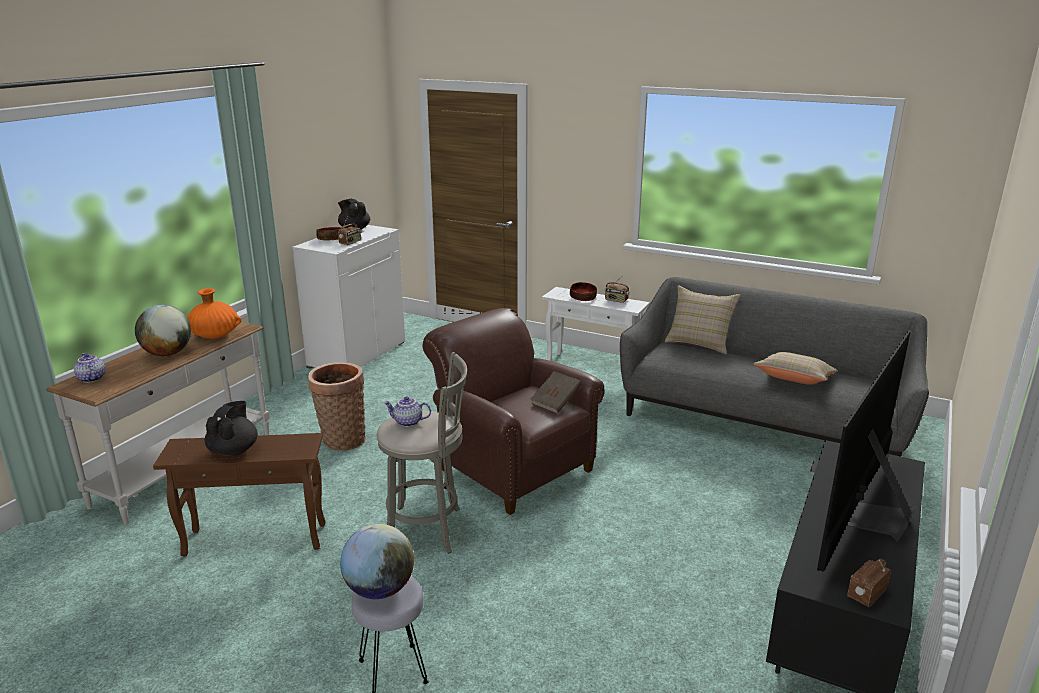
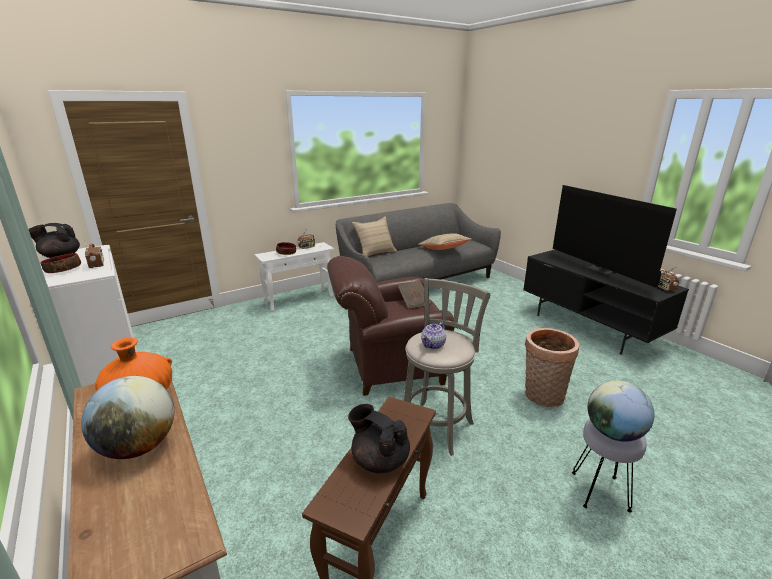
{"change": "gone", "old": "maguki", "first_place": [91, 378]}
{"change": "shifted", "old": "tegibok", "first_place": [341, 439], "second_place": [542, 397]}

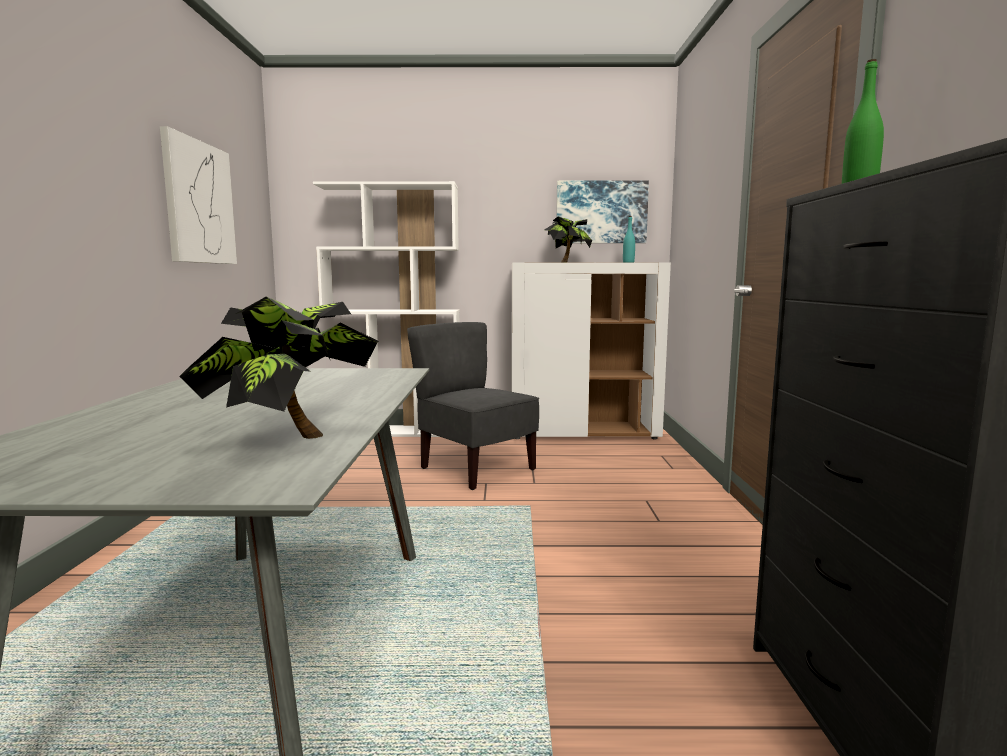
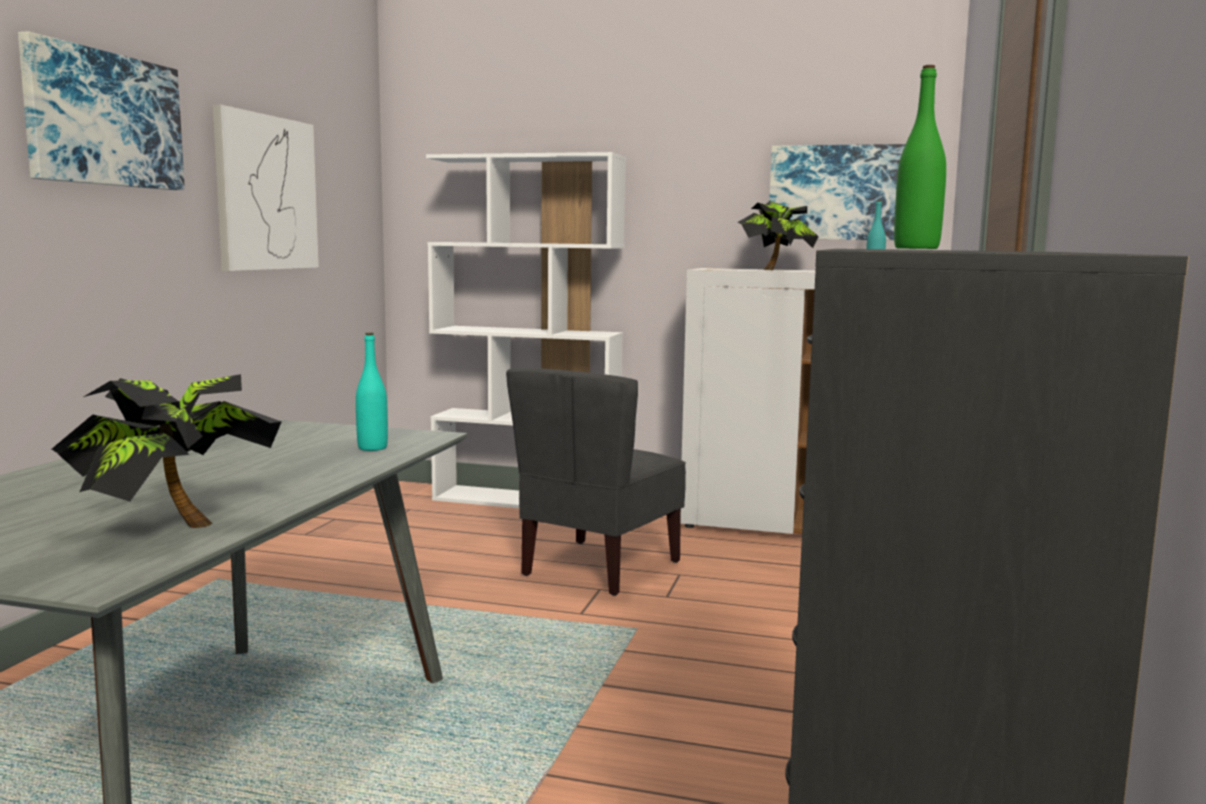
{"change": "new", "new": "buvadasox", "second_place": [104, 119]}
{"change": "new", "new": "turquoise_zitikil", "second_place": [372, 448]}
{"change": "rotated", "old": "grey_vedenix", "first_place": [475, 469], "second_place": [598, 568], "degrees": -120}

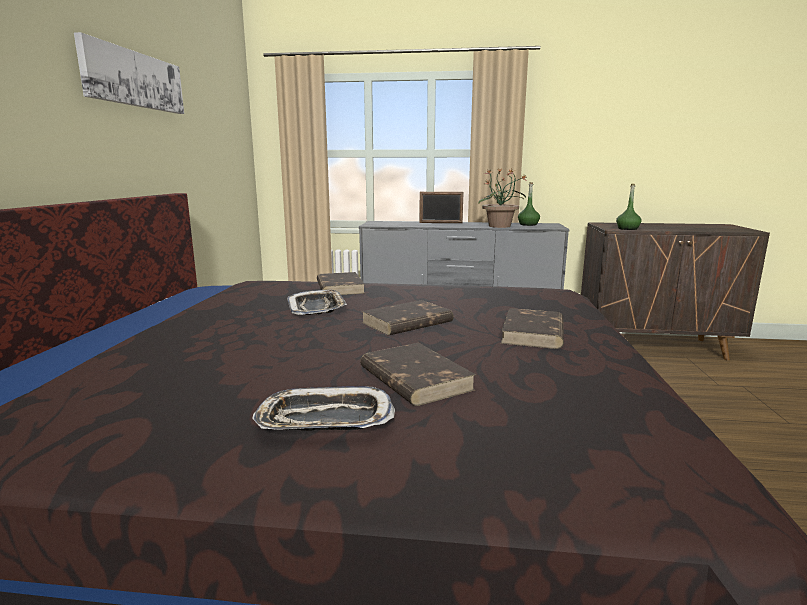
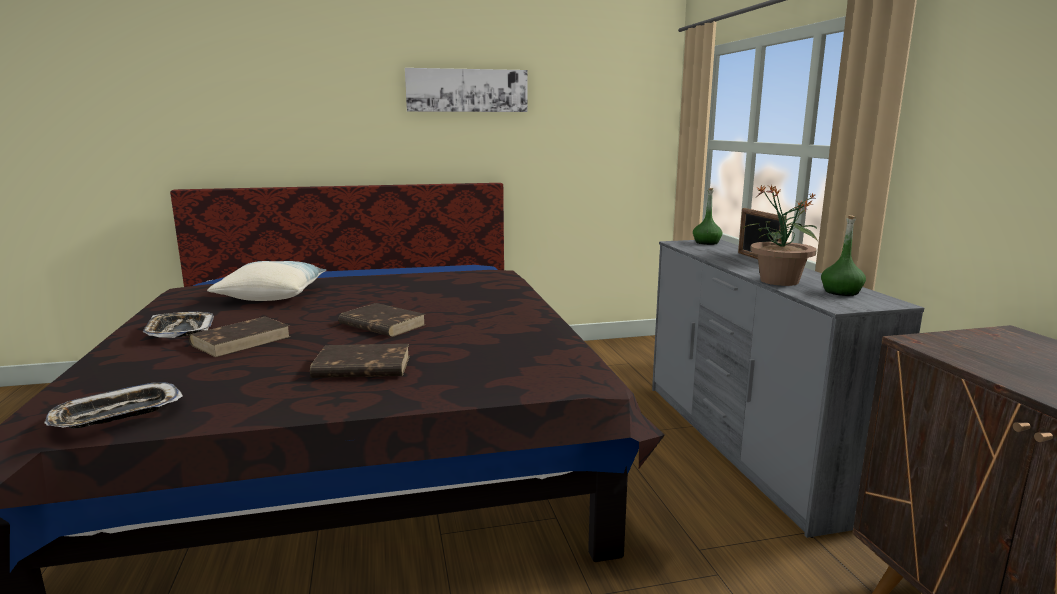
{"change": "gone", "old": "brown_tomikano", "first_place": [339, 287]}
{"change": "new", "new": "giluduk", "second_place": [272, 295]}
{"change": "shifted", "old": "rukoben", "first_place": [317, 308], "second_place": [116, 414]}
{"change": "shifted", "old": "green_zitikil", "first_place": [627, 229], "second_place": [706, 243]}

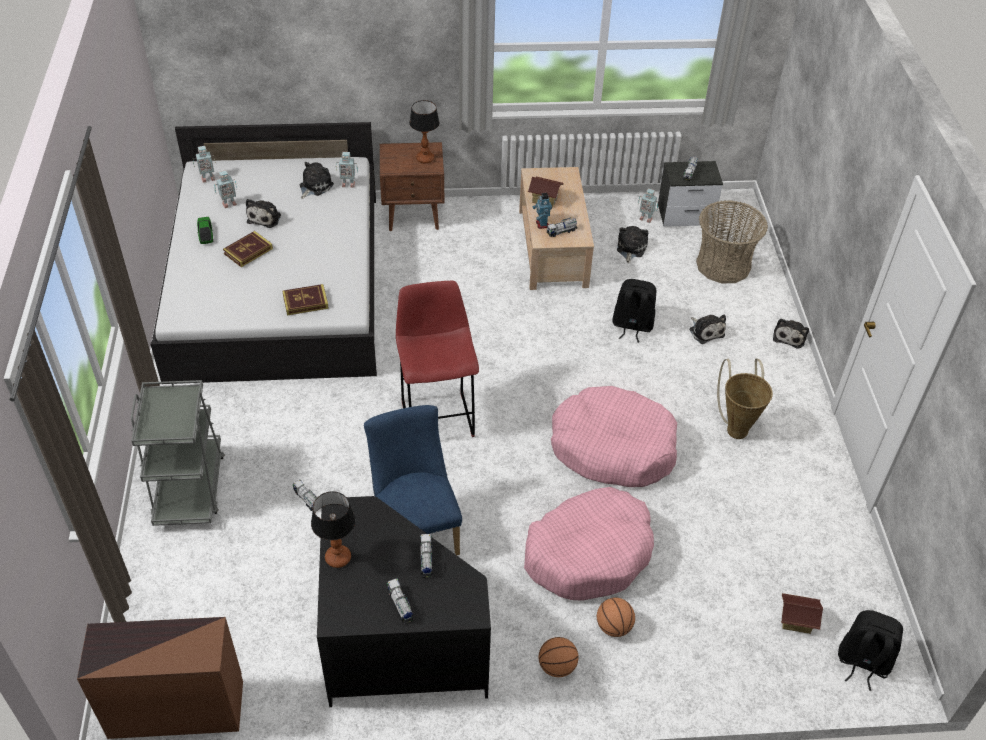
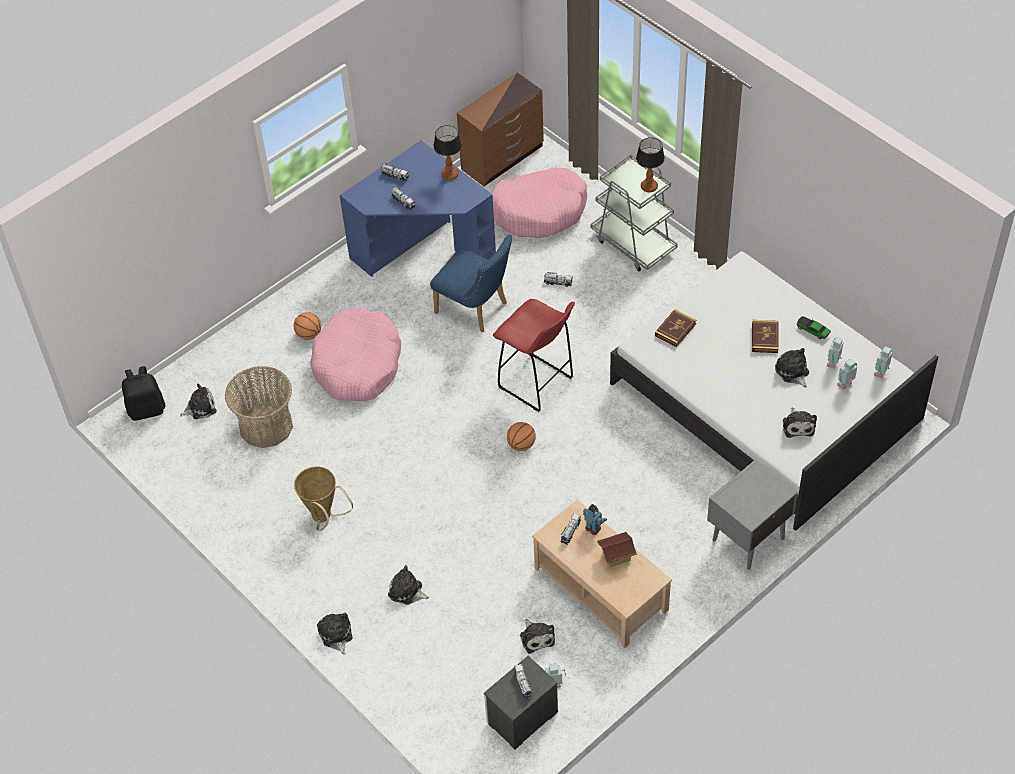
{"change": "gone", "old": "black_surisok", "first_place": [632, 326]}
{"change": "shifted", "old": "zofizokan", "first_place": [348, 184], "second_place": [845, 385]}
{"change": "shifted", "old": "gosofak", "first_place": [425, 158], "second_place": [649, 187]}
{"change": "shifted", "old": "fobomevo", "first_place": [557, 666], "second_place": [521, 445]}
{"change": "shifted", "old": "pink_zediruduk", "first_place": [612, 447], "second_place": [539, 211]}
{"change": "shifted", "old": "tegibok", "first_place": [723, 265], "second_place": [266, 426]}
{"change": "swapped", "old": "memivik", "new": "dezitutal", "first_place": [796, 622], "second_place": [200, 407]}
{"change": "repainted", "old": "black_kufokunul", "new": "blue_kufokunul", "first_place": [396, 645], "second_place": [422, 249]}
{"change": "repainted", "old": "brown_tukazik", "new": "grey_tukazik", "first_place": [414, 215], "second_place": [747, 539]}

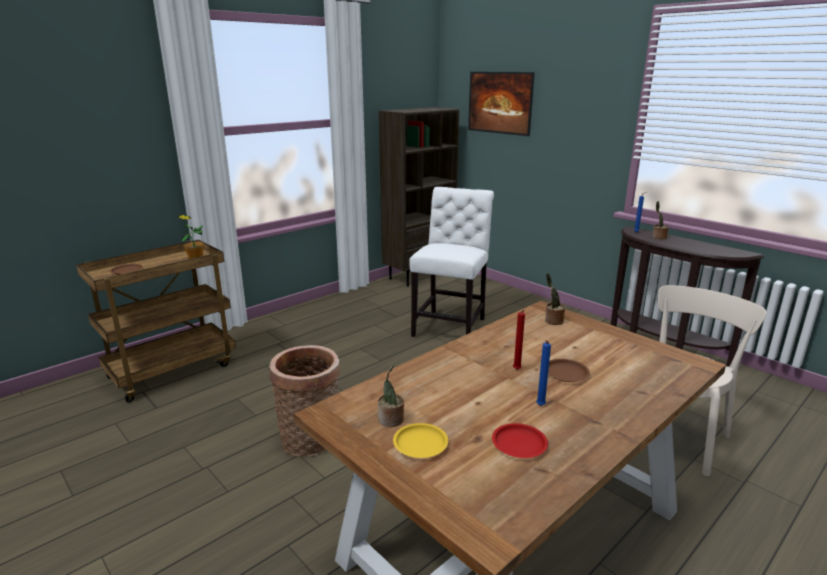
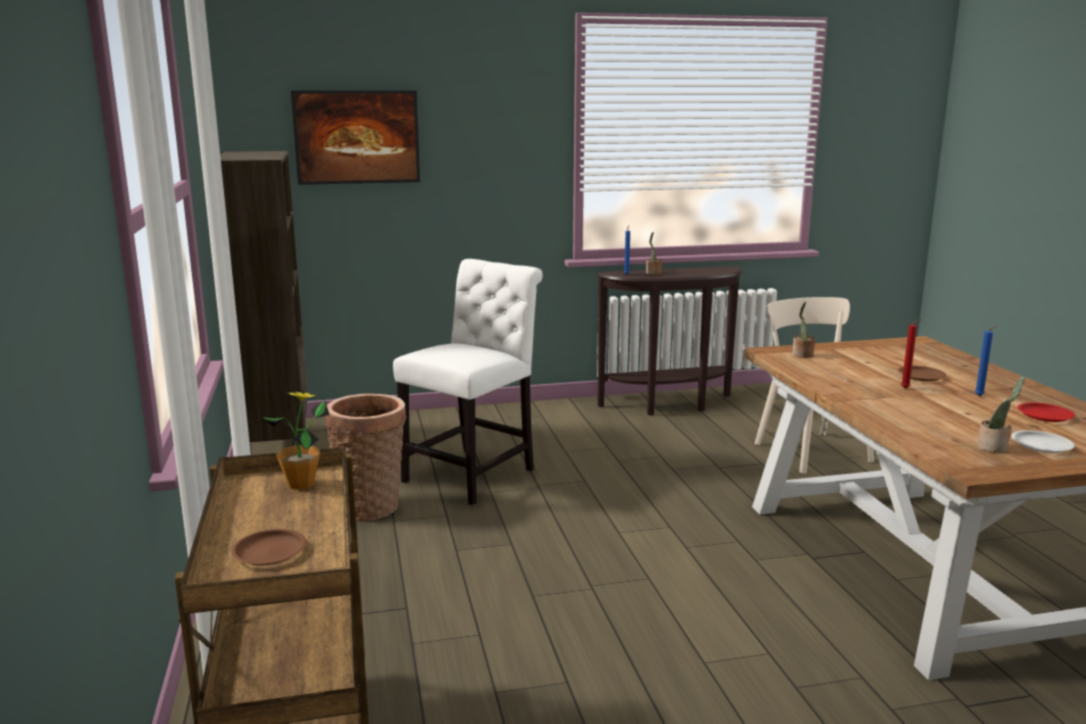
{"change": "shifted", "old": "tegibok", "first_place": [311, 441], "second_place": [371, 506]}
{"change": "repainted", "old": "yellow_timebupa", "new": "white_timebupa", "first_place": [421, 444], "second_place": [1041, 445]}
{"change": "rotated", "old": "white_vedenix", "first_place": [451, 326], "second_place": [474, 474], "degrees": 75}

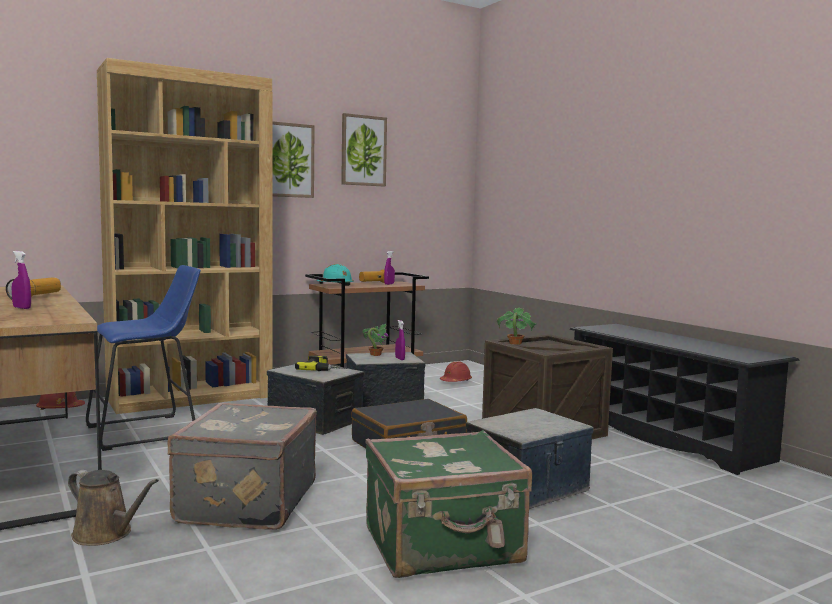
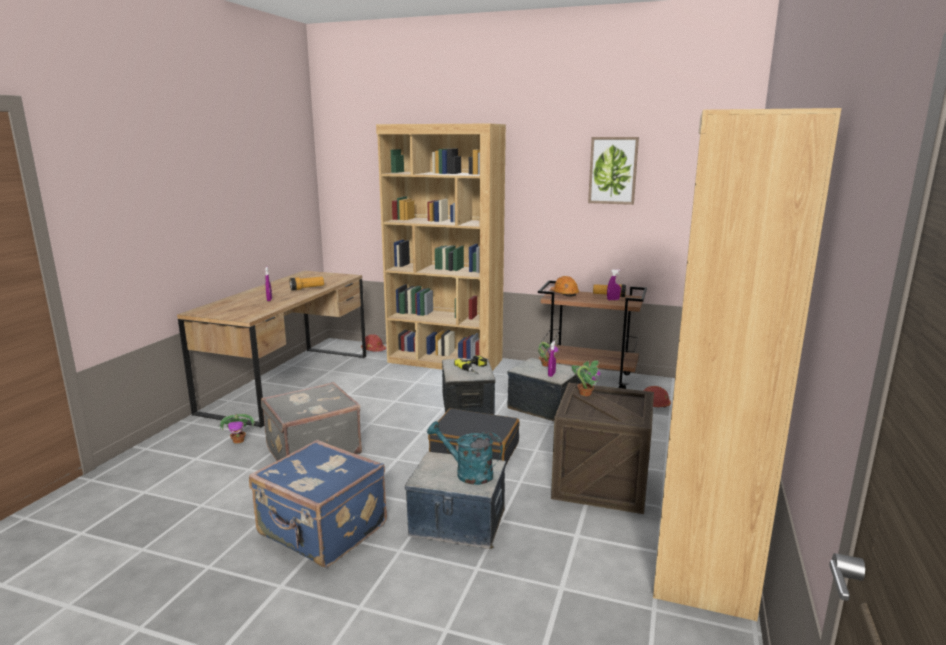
{"change": "gone", "old": "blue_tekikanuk", "first_place": [148, 431]}
{"change": "gone", "old": "buvadasox", "first_place": [289, 160]}
{"change": "new", "new": "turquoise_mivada", "second_place": [467, 473]}
{"change": "swapped", "old": "brown_mivada", "new": "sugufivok", "first_place": [106, 534], "second_place": [239, 441]}
{"change": "swapped", "old": "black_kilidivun", "new": "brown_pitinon", "first_place": [666, 436], "second_place": [702, 543]}
{"change": "repainted", "old": "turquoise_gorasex", "new": "orange_gorasex", "first_place": [335, 285], "second_place": [564, 293]}
{"change": "repainted", "old": "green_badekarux", "new": "blue_badekarux", "first_place": [443, 546], "second_place": [322, 531]}

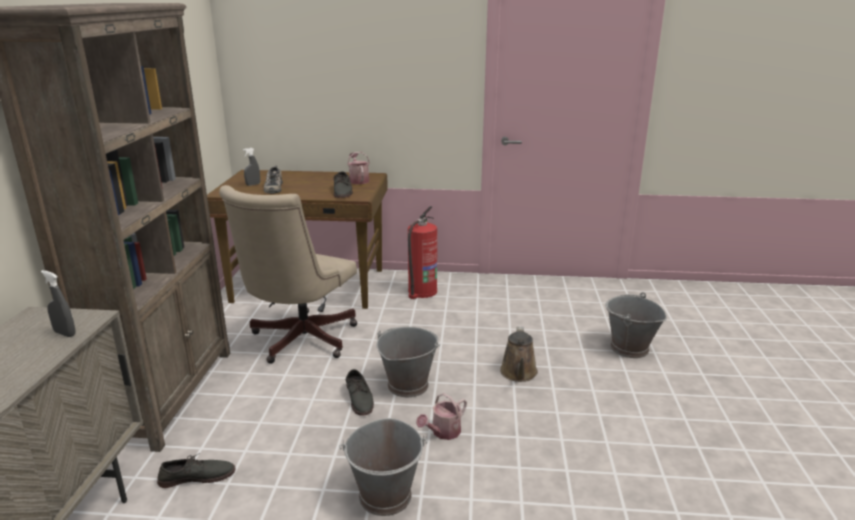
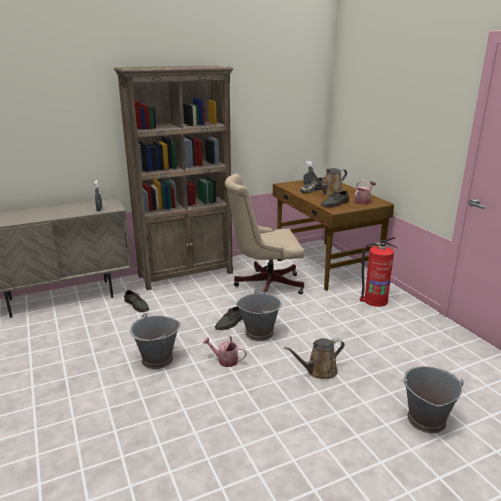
{"change": "new", "new": "brown_mivada", "second_place": [330, 193]}

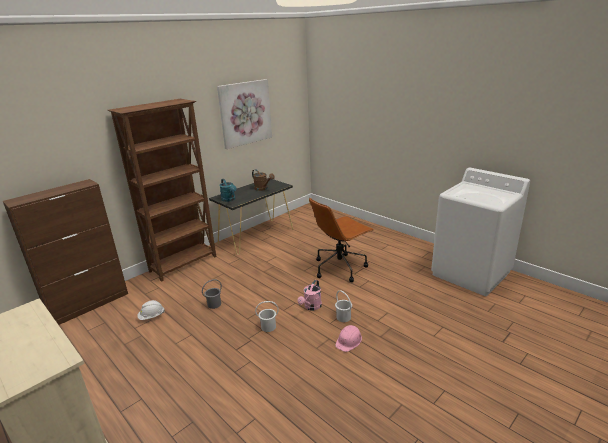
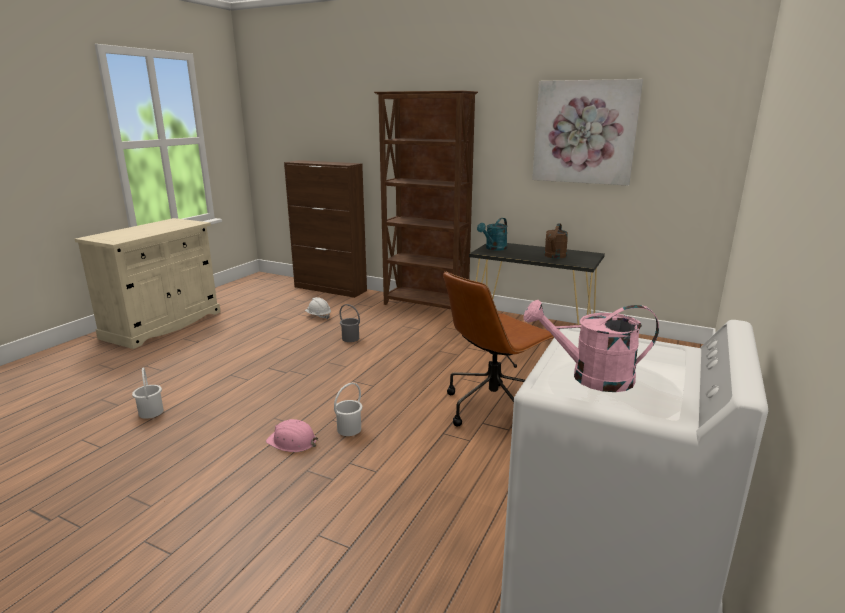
{"change": "shifted", "old": "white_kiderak", "first_place": [268, 327], "second_place": [150, 412]}
{"change": "shifted", "old": "pink_mivada", "first_place": [311, 307], "second_place": [590, 378]}
{"change": "rotated", "old": "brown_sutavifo", "first_place": [340, 267], "second_place": [493, 407], "degrees": -75}

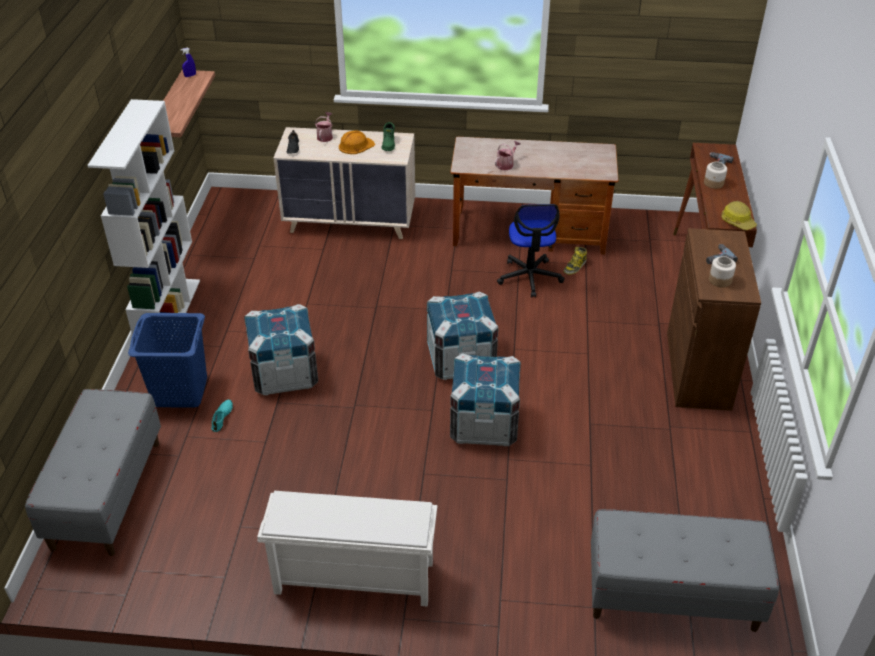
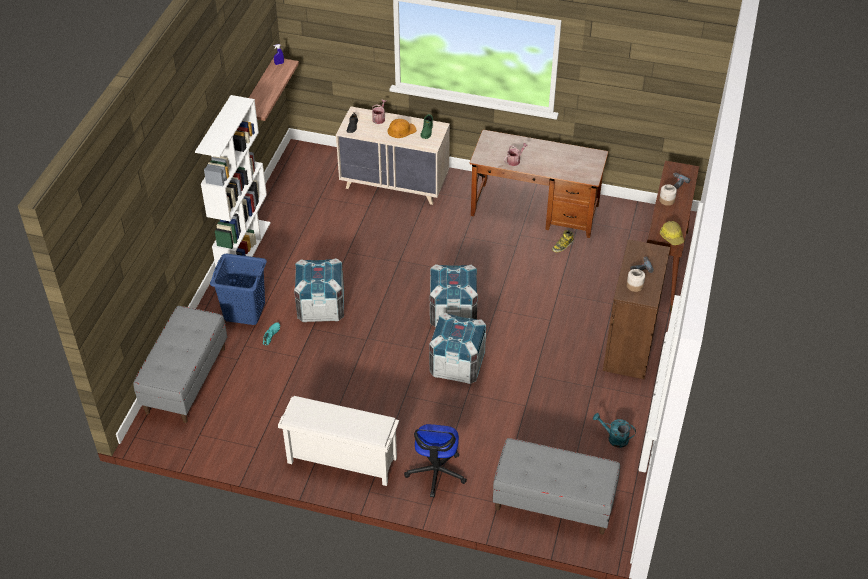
{"change": "new", "new": "turquoise_mivada", "second_place": [614, 438]}
{"change": "shifted", "old": "sutavifo", "first_place": [529, 277], "second_place": [436, 472]}

